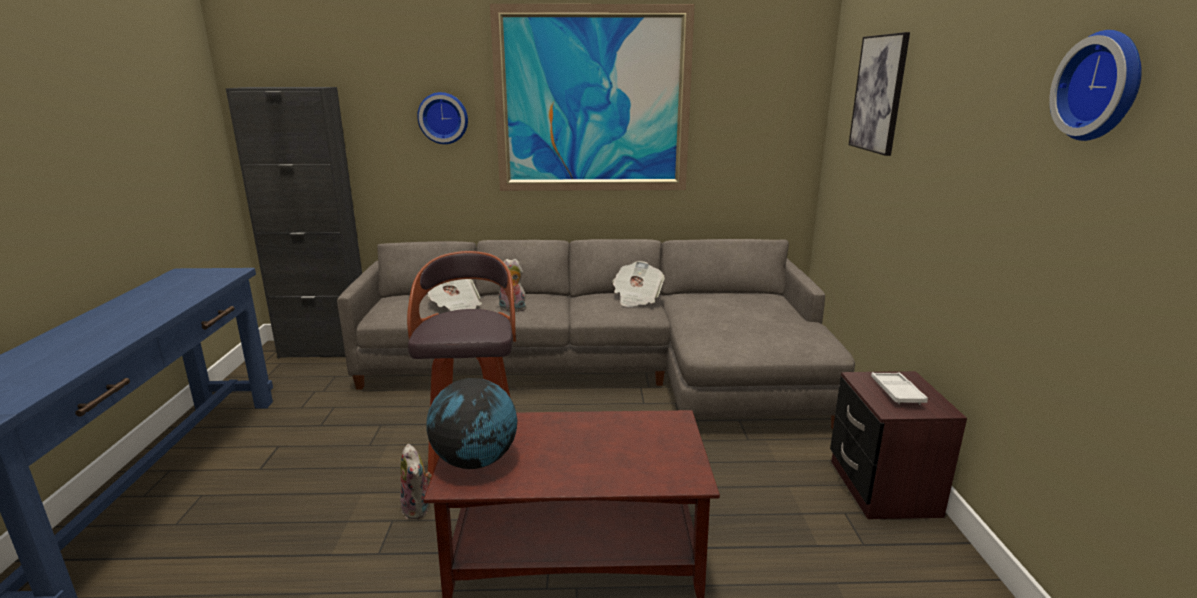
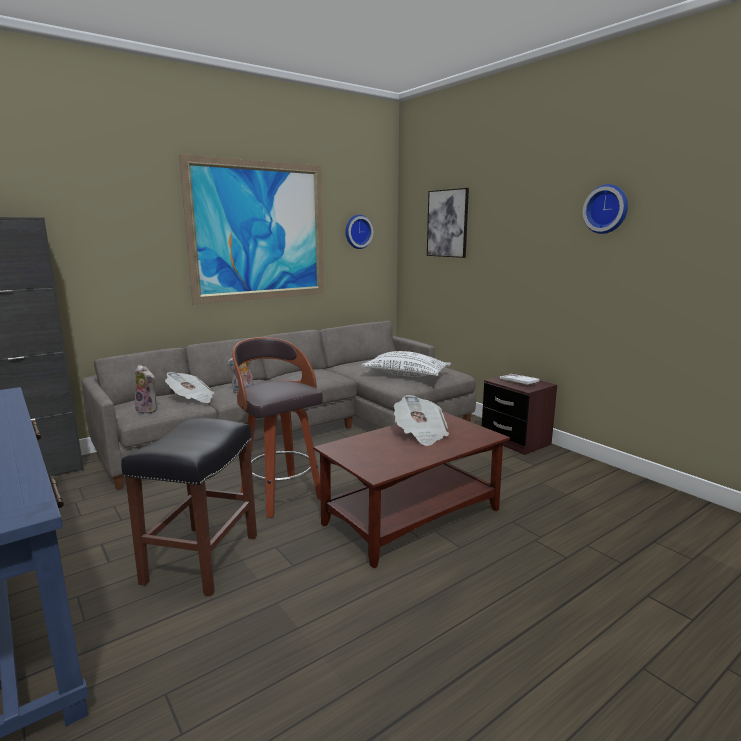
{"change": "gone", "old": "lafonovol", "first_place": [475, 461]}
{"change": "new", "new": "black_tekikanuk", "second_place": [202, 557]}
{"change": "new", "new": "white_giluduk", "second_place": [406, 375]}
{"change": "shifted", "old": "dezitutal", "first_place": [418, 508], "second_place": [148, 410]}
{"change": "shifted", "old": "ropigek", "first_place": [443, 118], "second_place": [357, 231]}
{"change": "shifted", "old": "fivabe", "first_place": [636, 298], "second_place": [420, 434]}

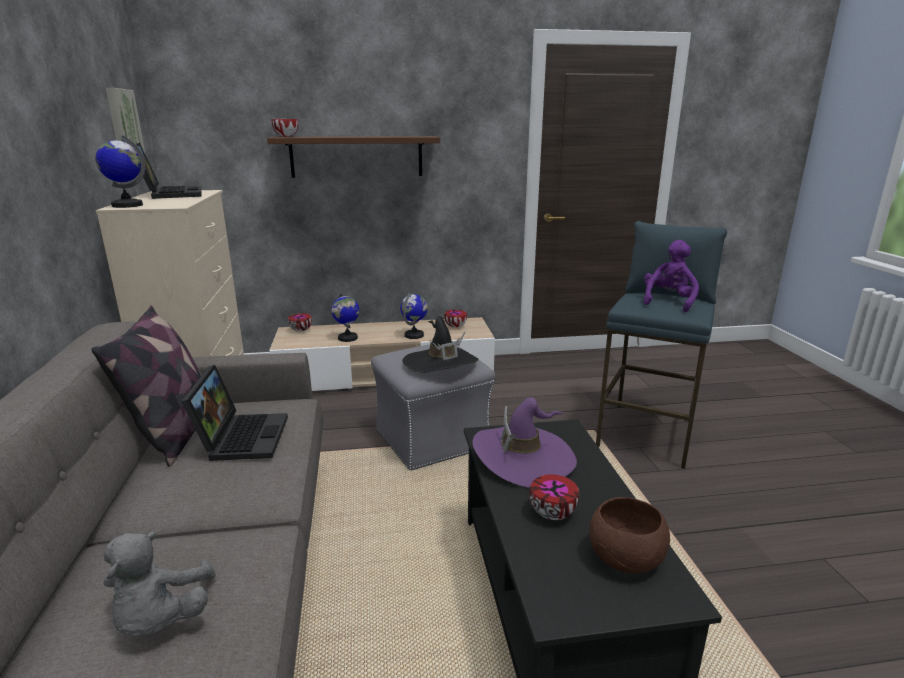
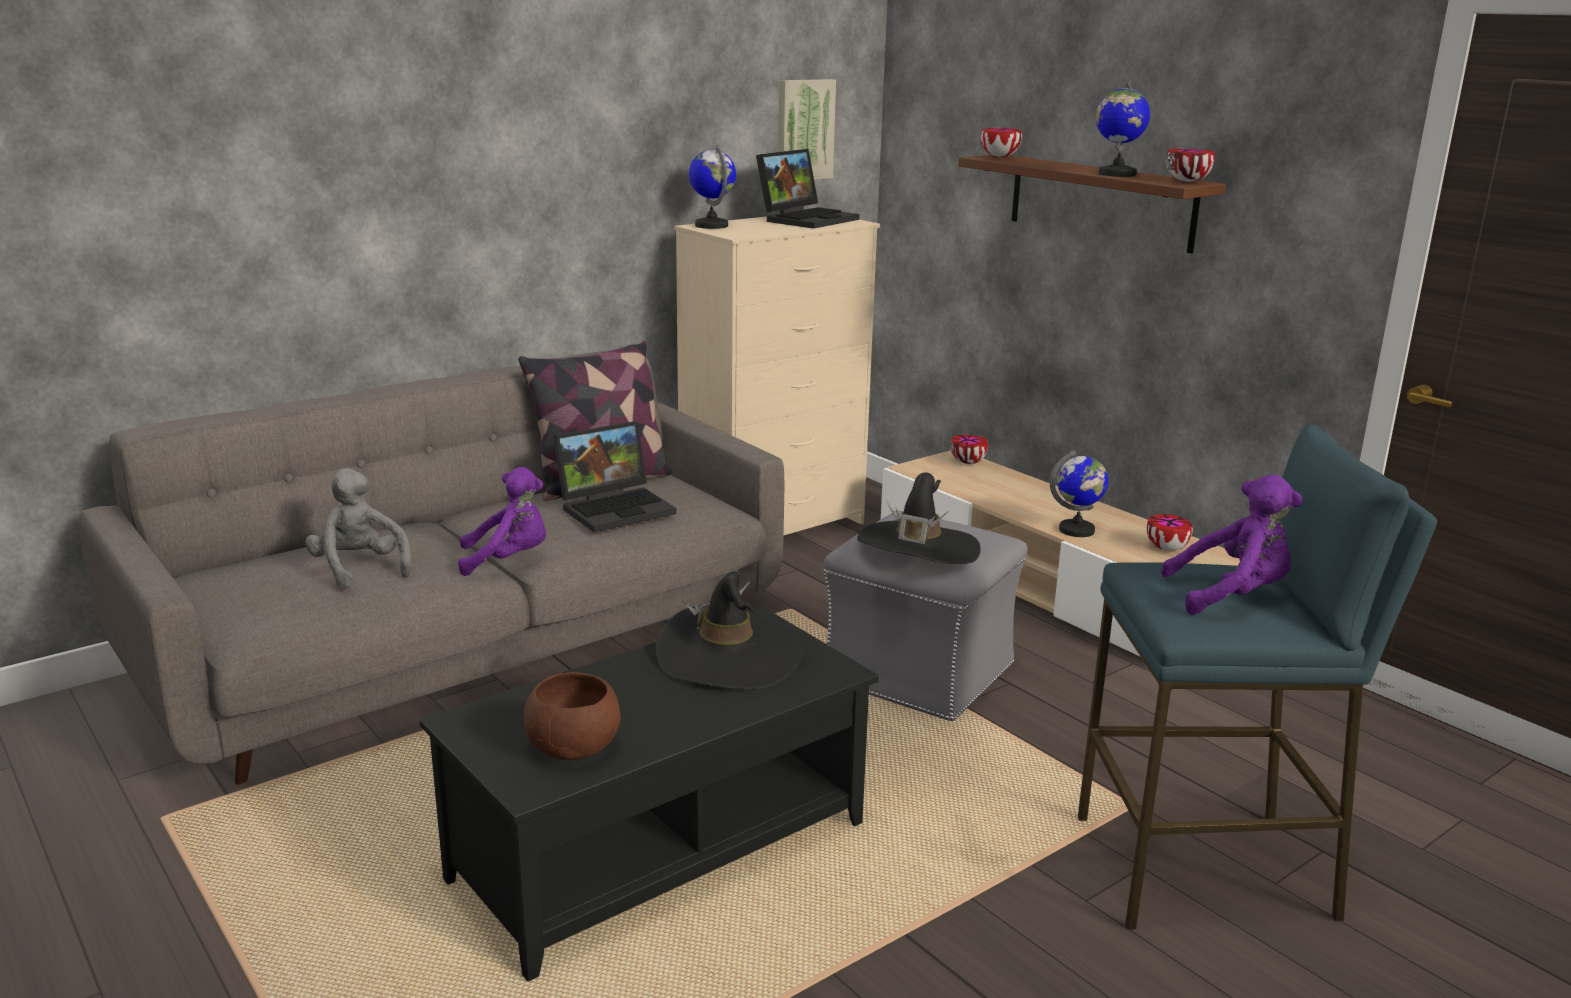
{"change": "new", "new": "purple_dezitutal", "second_place": [508, 560]}
{"change": "shifted", "old": "lafonovol", "first_place": [347, 338], "second_place": [1116, 174]}
{"change": "shifted", "old": "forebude", "first_place": [553, 513], "second_place": [1188, 181]}
{"change": "repainted", "old": "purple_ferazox", "new": "black_ferazox", "first_place": [523, 457], "second_place": [729, 655]}
{"change": "rotated", "old": "grey_dezitutal", "first_place": [161, 619], "second_place": [359, 569], "degrees": 90}

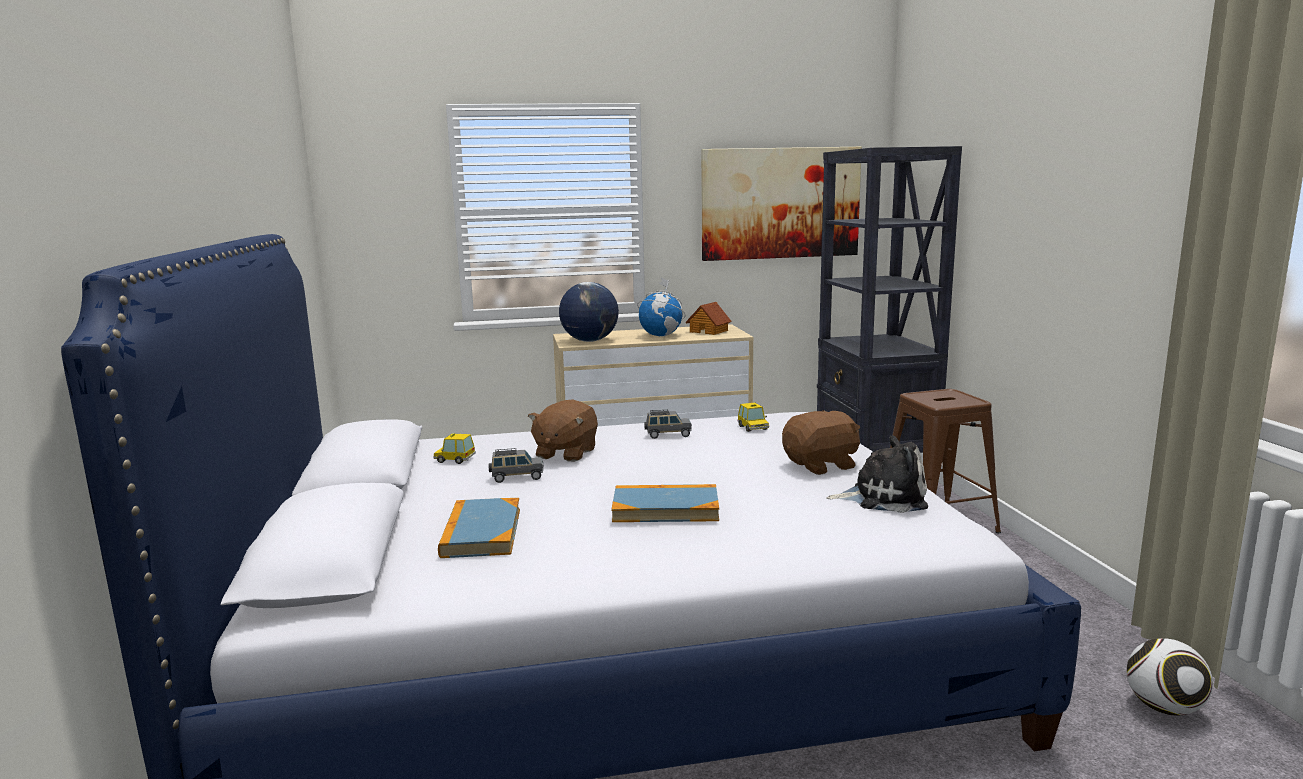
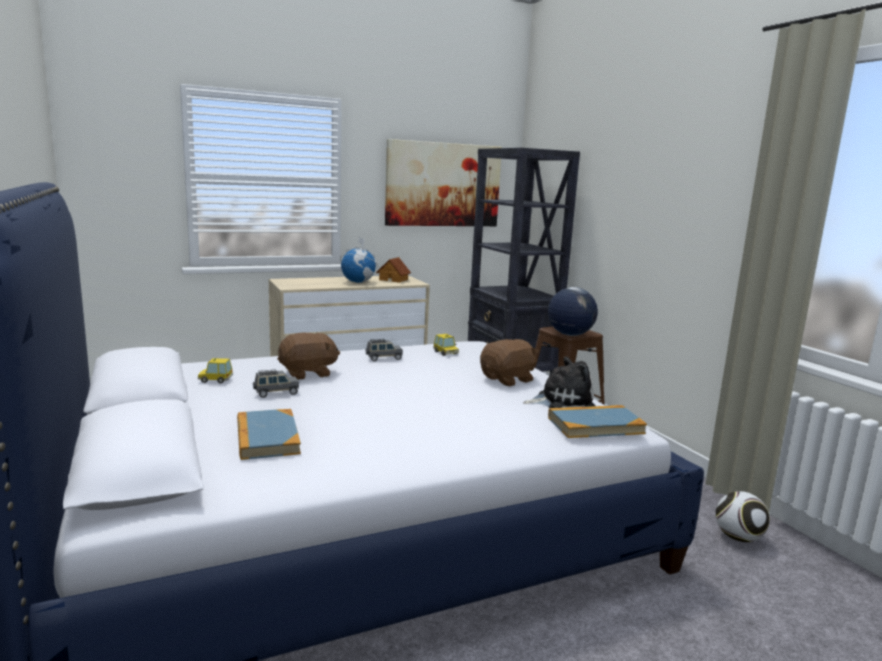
{"change": "shifted", "old": "lafonovol", "first_place": [589, 341], "second_place": [569, 335]}
{"change": "shifted", "old": "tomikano", "first_place": [665, 508], "second_place": [595, 425]}
{"change": "rotated", "old": "brown_dezitutal", "first_place": [565, 453], "second_place": [308, 373], "degrees": -120}

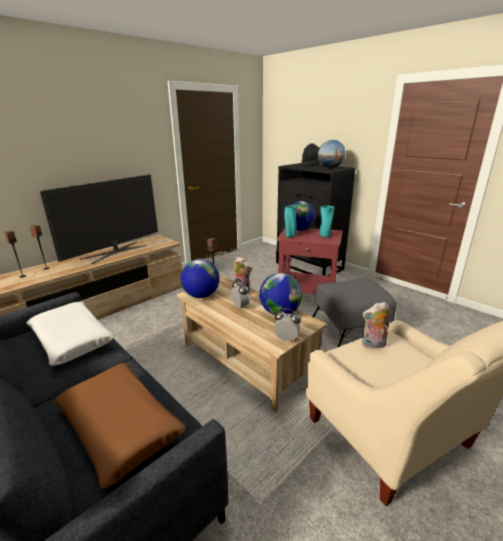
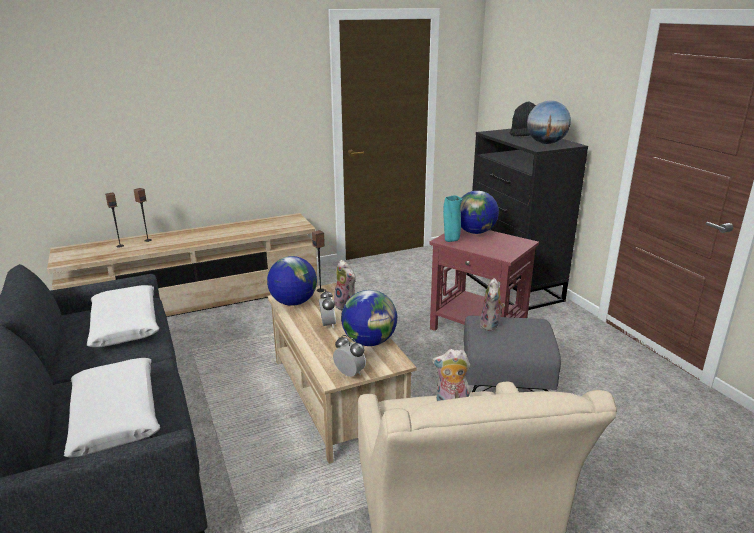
{"change": "gone", "old": "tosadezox", "first_place": [115, 252]}
{"change": "gone", "old": "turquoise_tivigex", "first_place": [324, 236]}
{"change": "new", "new": "dezitutal", "second_place": [491, 326]}
{"change": "repainted", "old": "brown_giluduk", "new": "white_giluduk", "first_place": [120, 425], "second_place": [116, 415]}

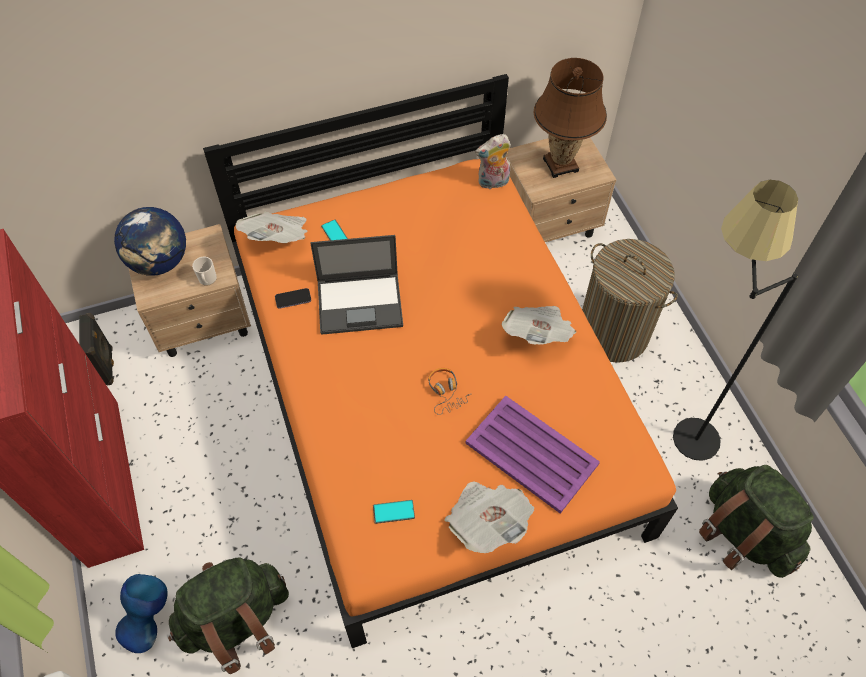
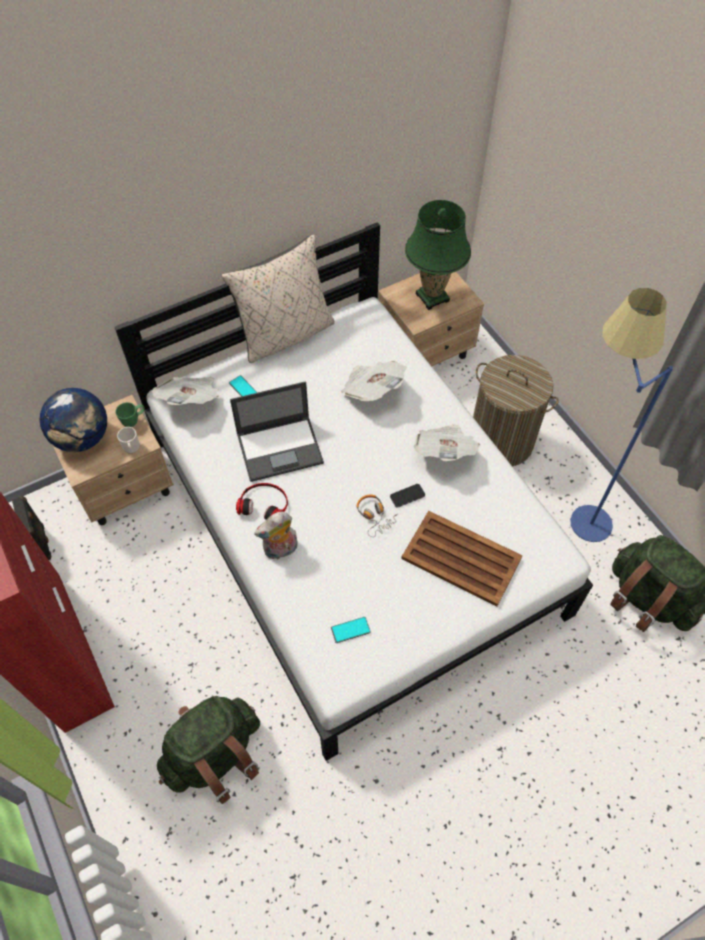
{"change": "gone", "old": "blue_tivigex", "first_place": [151, 621]}
{"change": "new", "new": "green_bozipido", "second_place": [134, 420]}
{"change": "new", "new": "beige_giluduk", "second_place": [285, 334]}
{"change": "new", "new": "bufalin", "second_place": [264, 504]}
{"change": "shifted", "old": "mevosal", "first_place": [293, 299], "second_place": [407, 496]}
{"change": "shifted", "old": "fivabe", "first_place": [486, 521], "second_place": [372, 390]}
{"change": "shifted", "old": "dezitutal", "first_place": [493, 183], "second_place": [280, 550]}
{"change": "repainted", "old": "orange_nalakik", "new": "white_nalakik", "first_place": [433, 398], "second_place": [353, 524]}
{"change": "repainted", "old": "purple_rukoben", "new": "brown_rukoben", "first_place": [530, 452], "second_place": [460, 557]}
{"change": "repainted", "old": "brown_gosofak", "new": "green_gosofak", "first_place": [560, 165], "second_place": [432, 297]}
{"change": "repainted", "old": "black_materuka", "new": "blue_materuka", "first_place": [679, 424], "second_place": [574, 513]}

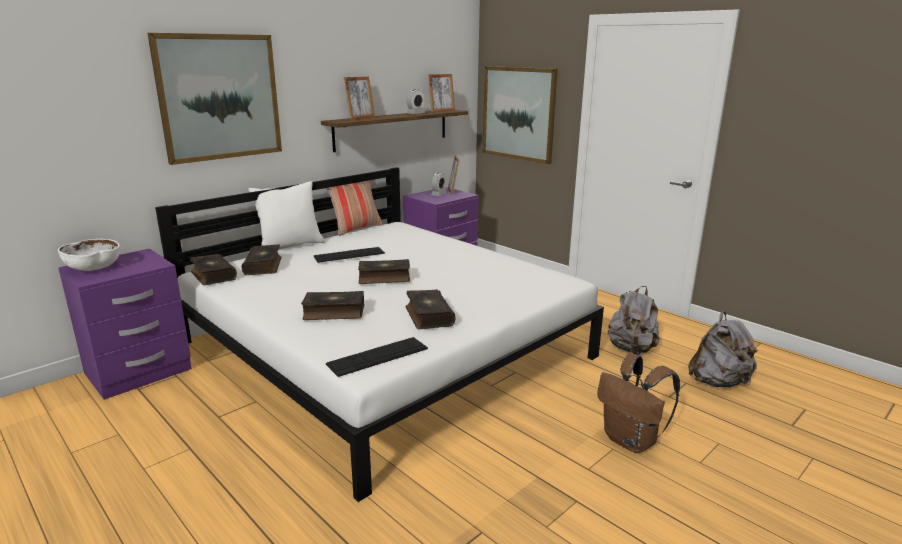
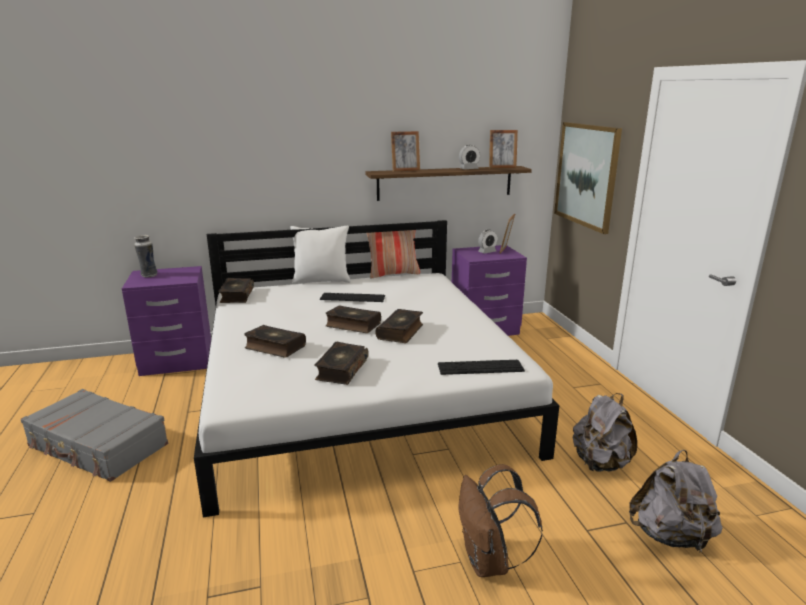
{"change": "gone", "old": "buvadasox", "first_place": [219, 97]}
{"change": "new", "new": "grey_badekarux", "second_place": [97, 446]}
{"change": "shifted", "old": "tomikano", "first_place": [264, 266], "second_place": [401, 332]}
{"change": "shifted", "old": "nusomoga", "first_place": [378, 356], "second_place": [480, 367]}
{"change": "swapped", "old": "white_forebude", "new": "tivigex", "first_place": [93, 268], "second_place": [148, 275]}

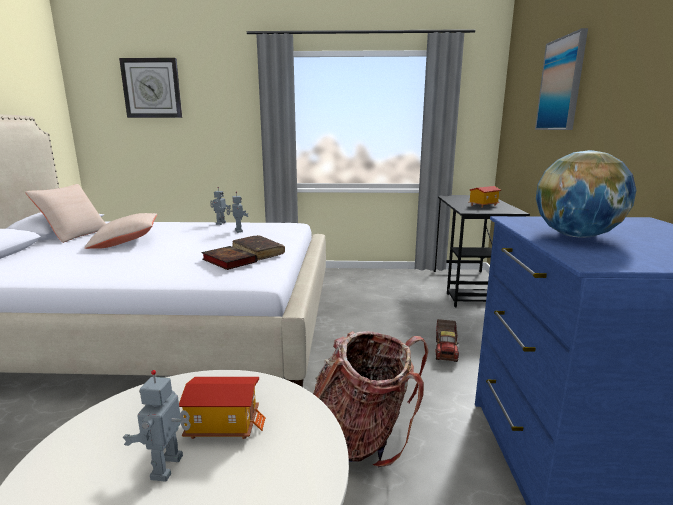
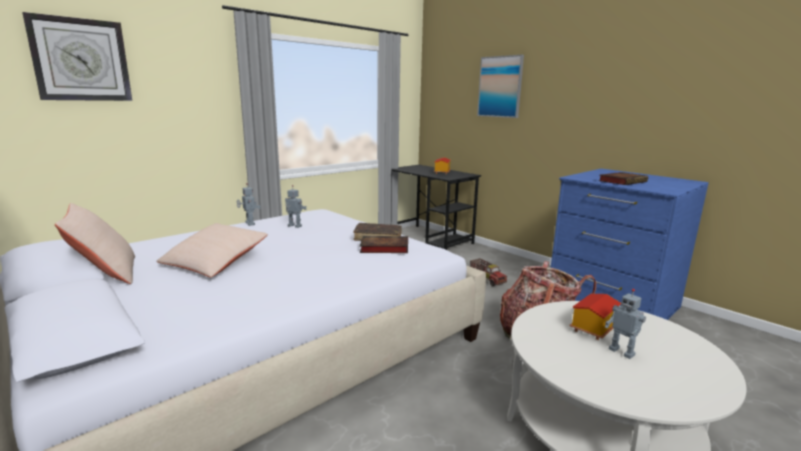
{"change": "swapped", "old": "lafonovol", "new": "tomikano", "first_place": [576, 236], "second_place": [622, 181]}

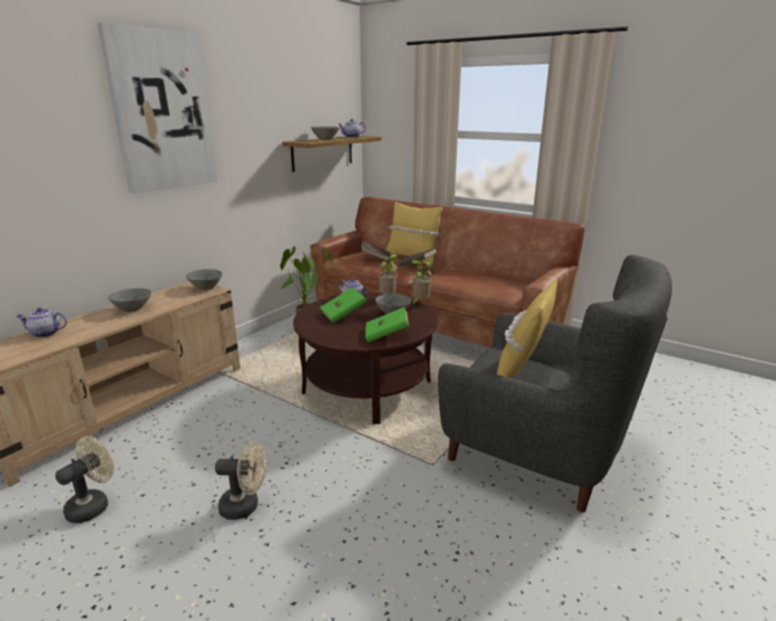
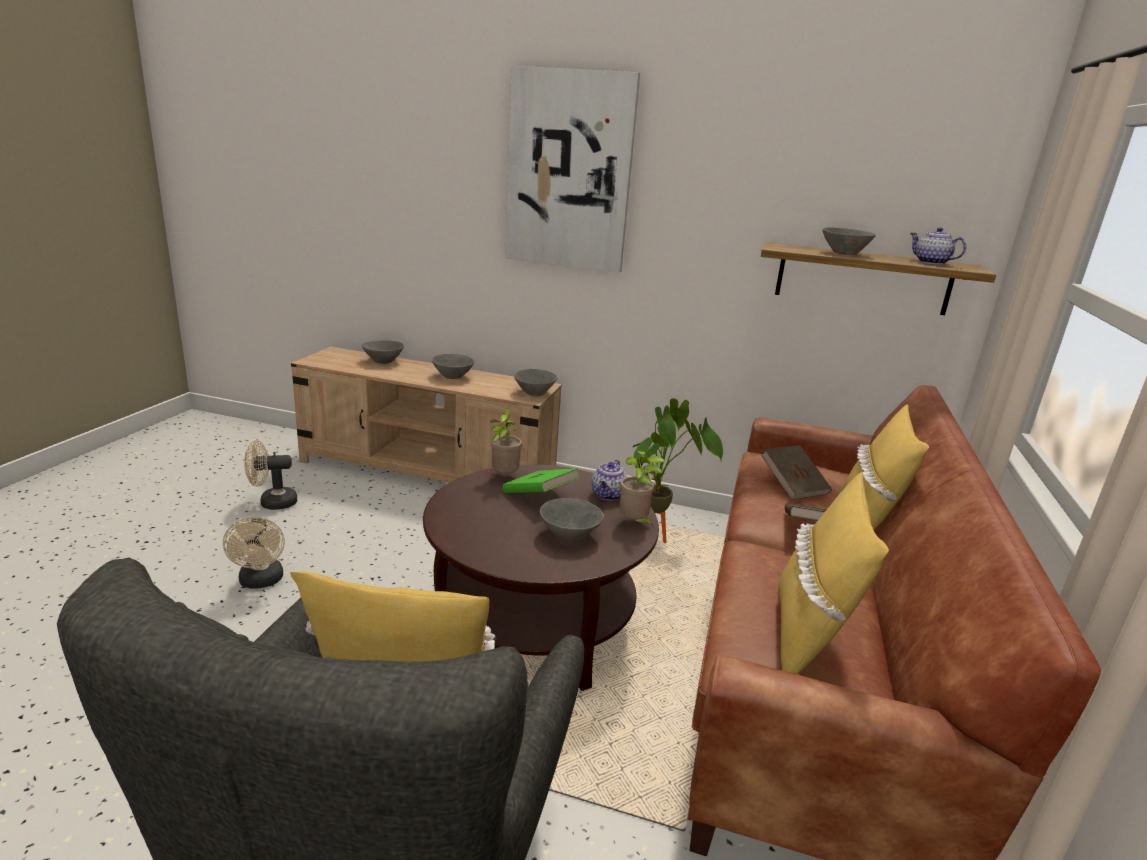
{"change": "gone", "old": "green_tomikano", "first_place": [386, 335]}
{"change": "new", "new": "yellow_giluduk", "second_place": [809, 636]}
{"change": "shifted", "old": "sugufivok", "first_place": [420, 303], "second_place": [504, 476]}
{"change": "swapped", "old": "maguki", "new": "grey_forebude", "first_place": [45, 333], "second_place": [383, 361]}
{"change": "rotated", "old": "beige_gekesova", "first_place": [93, 505], "second_place": [272, 503], "degrees": 150}

